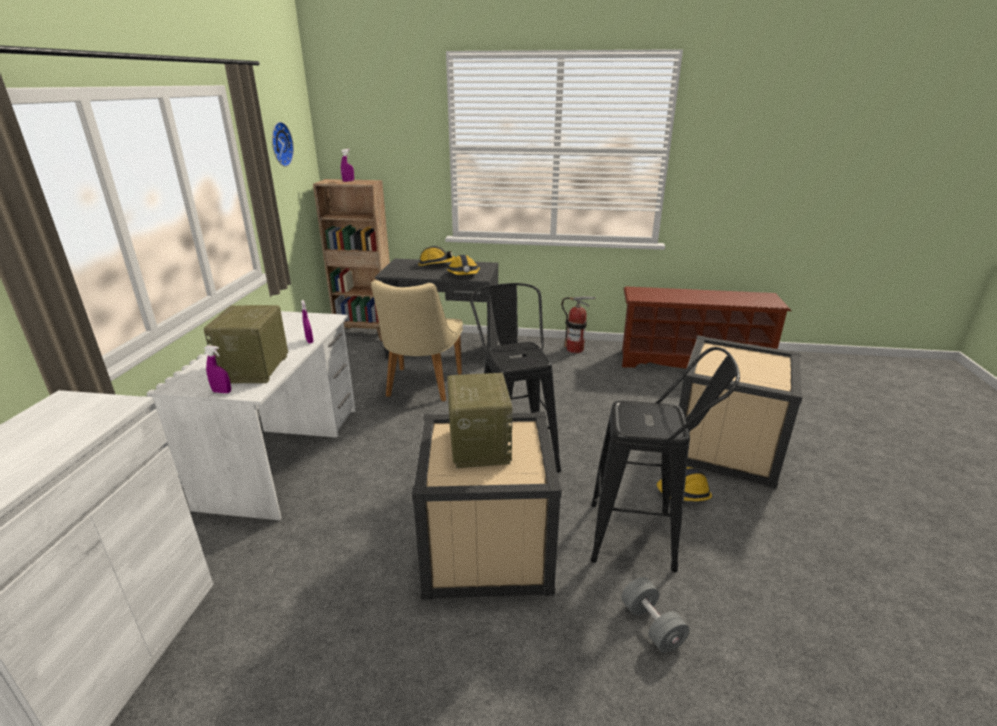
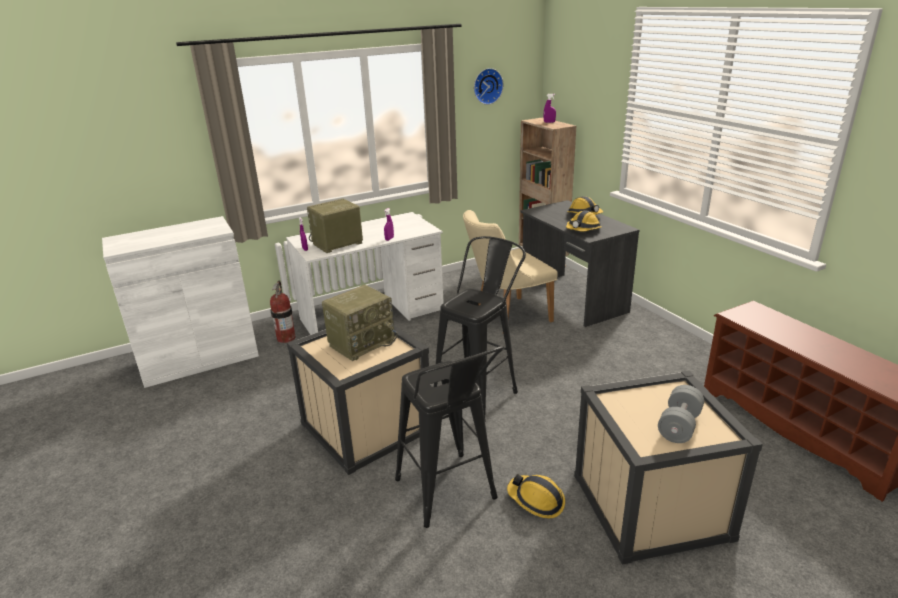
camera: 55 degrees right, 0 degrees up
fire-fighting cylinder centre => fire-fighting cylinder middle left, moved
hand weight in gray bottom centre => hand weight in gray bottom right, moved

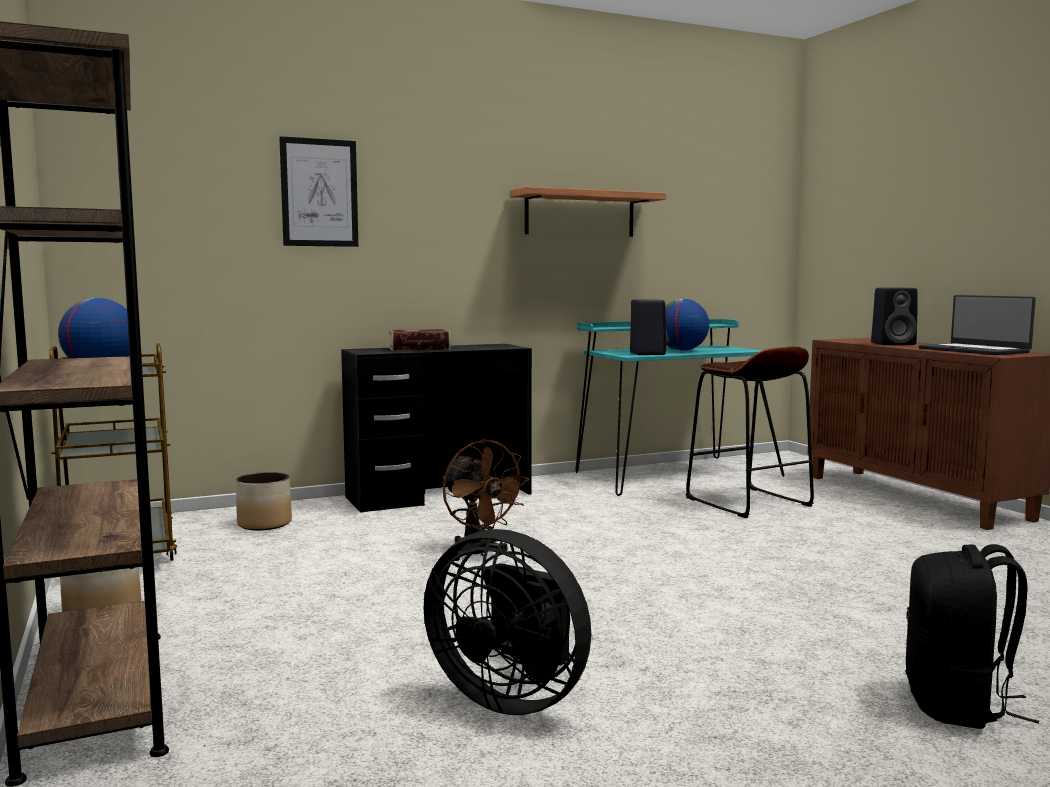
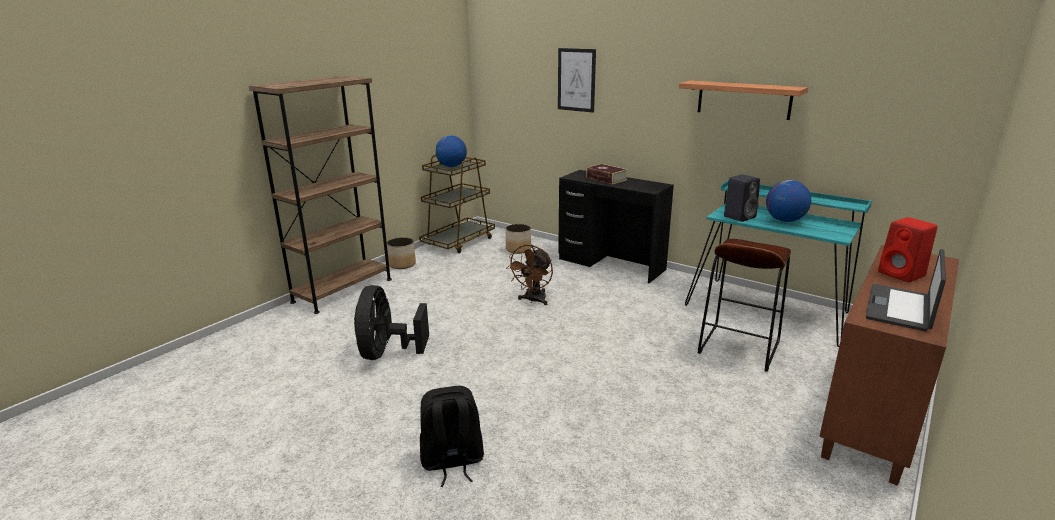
camera: 60 degrees right, 15 degrees up
speaker in blackish (2nd from left) middle right => speaker in red middle right

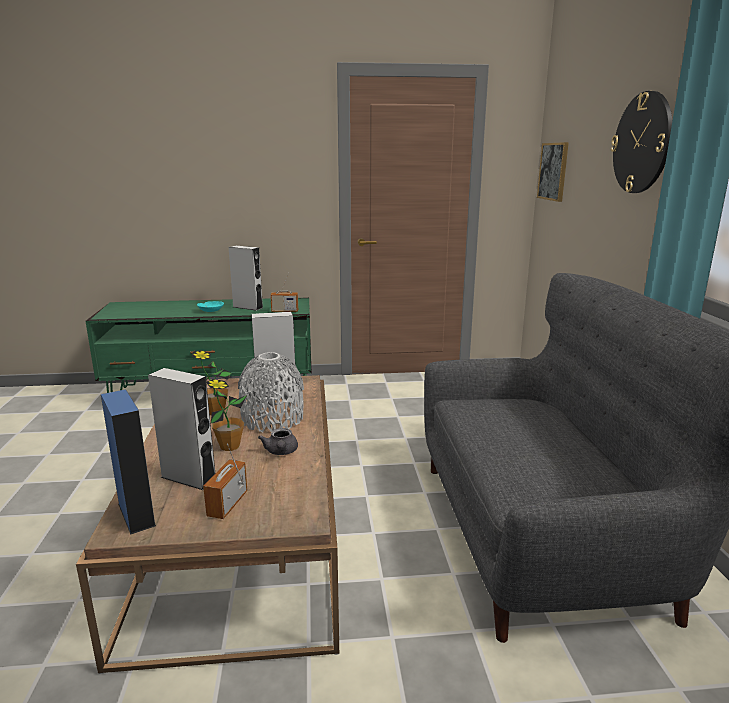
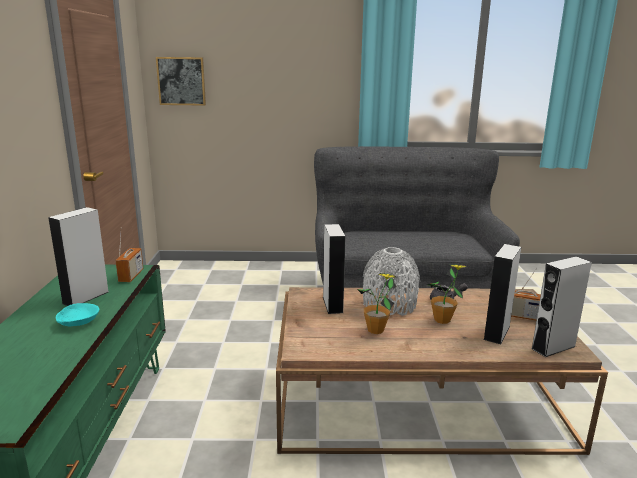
camera: 85 degrees left, 0 degrees up
speaker in blue middle left => speaker in gray (4th from left) middle right
wall clock top right => nothing

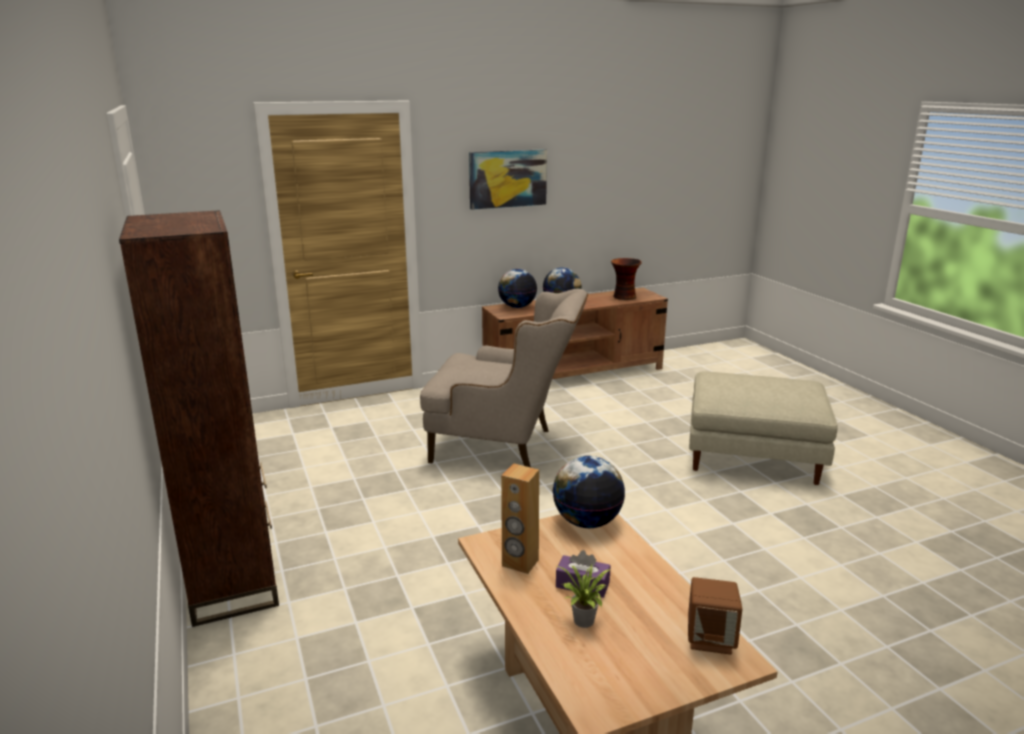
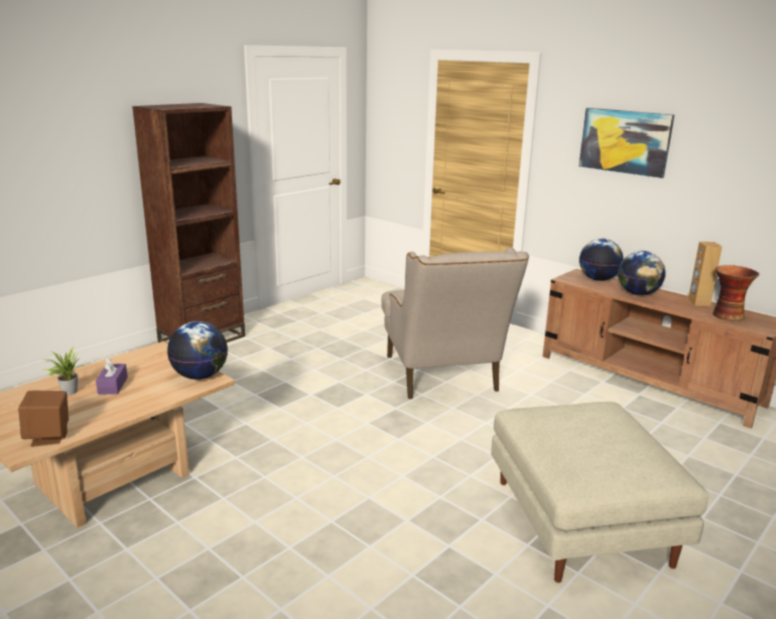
camera: 65 degrees right, 0 degrees up
speaker in brown-coloured (1st from left in the first image) bottom centre => speaker in brown-coloured (2nd from left) middle right, moved

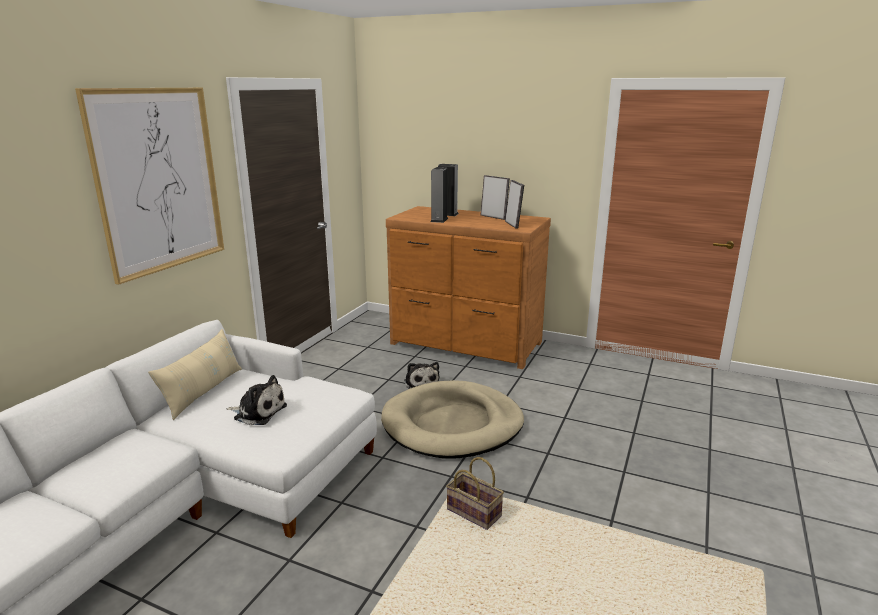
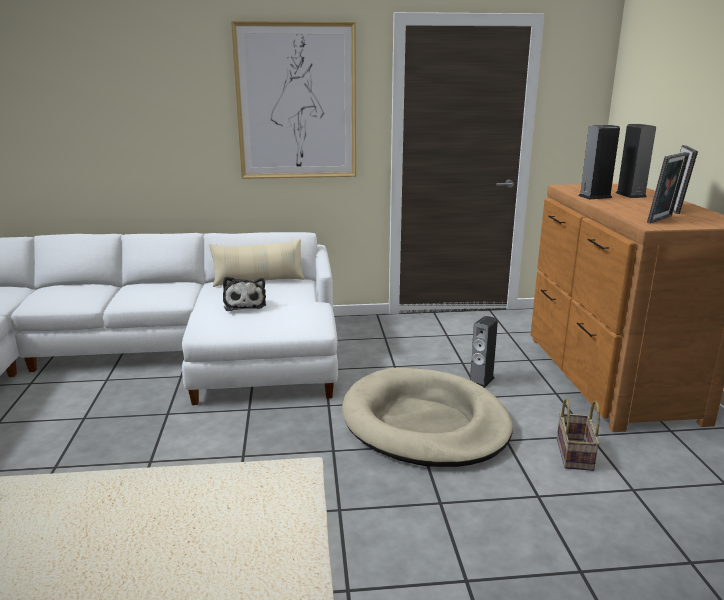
camera: 60 degrees right, 0 degrees up
soft toy (2nd from left) centre => speaker (1st from left) middle right
storage basket bottom centre => storage basket bottom right, moved

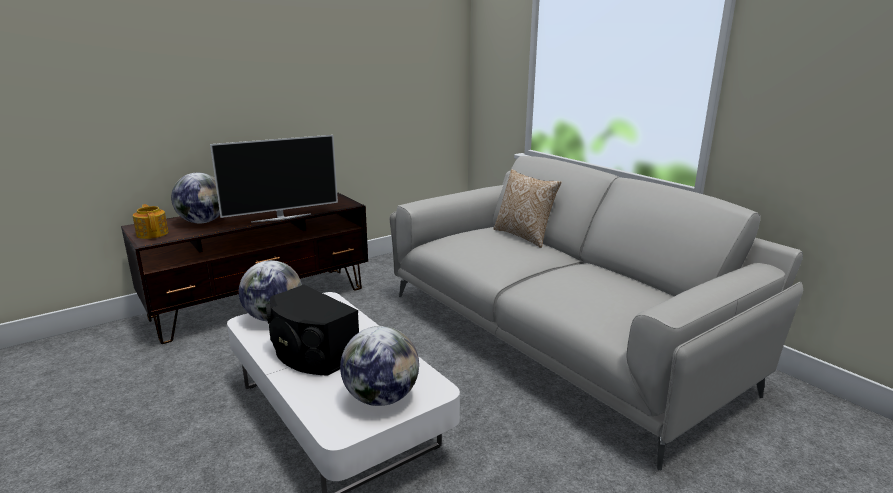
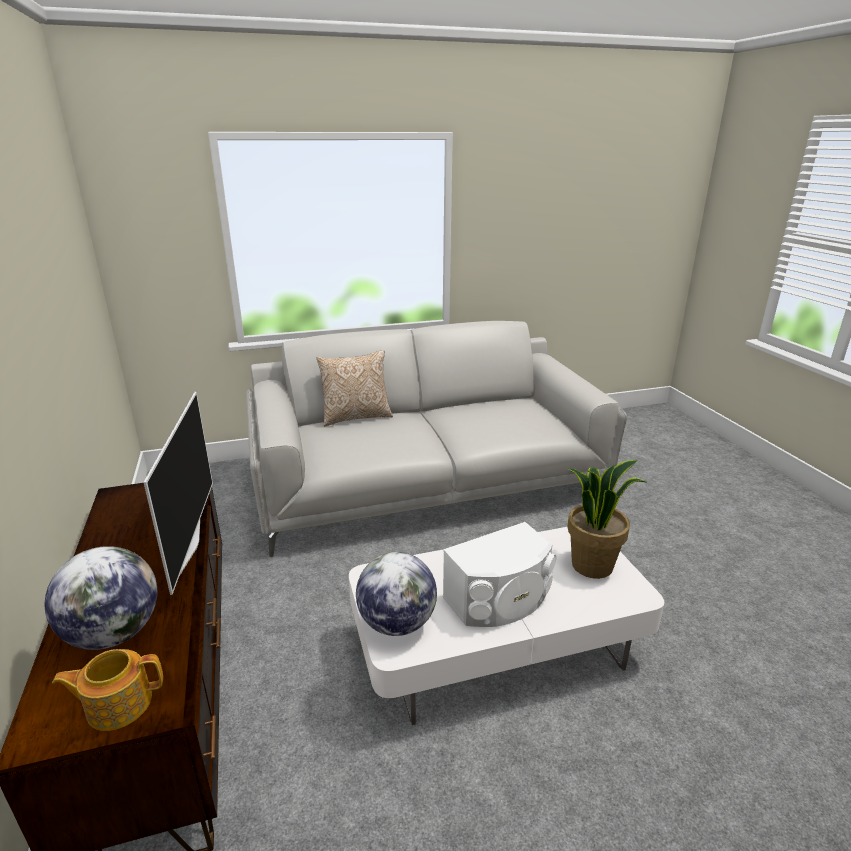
camera: 70 degrees left, 5 degrees up
speaker in blackish bottom centre => speaker in white-coloured bottom centre
globe (3rd from left) bottom centre => houseplant middle right

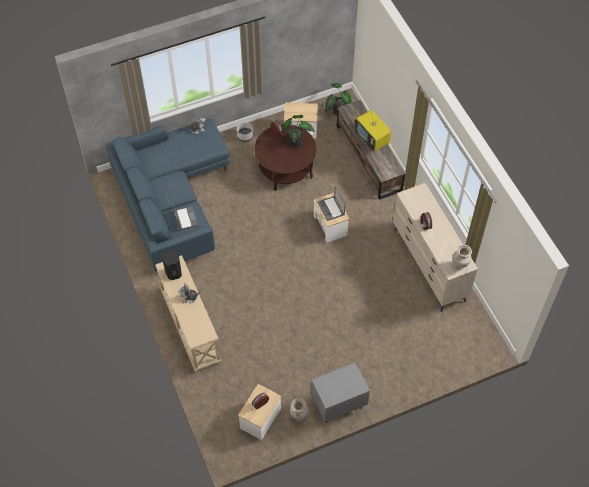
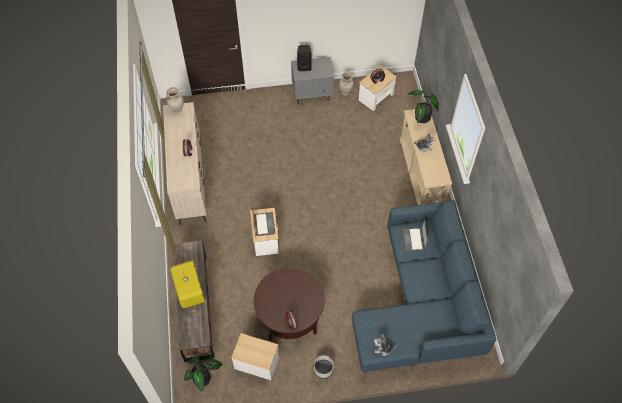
camera: 165 degrees left, 0 degrees up
speaker in blackish middle left => speaker in blackish top centre, moved
houseplant (1st from left in the first image) top centre => houseplant (2nd from left) top right, moved

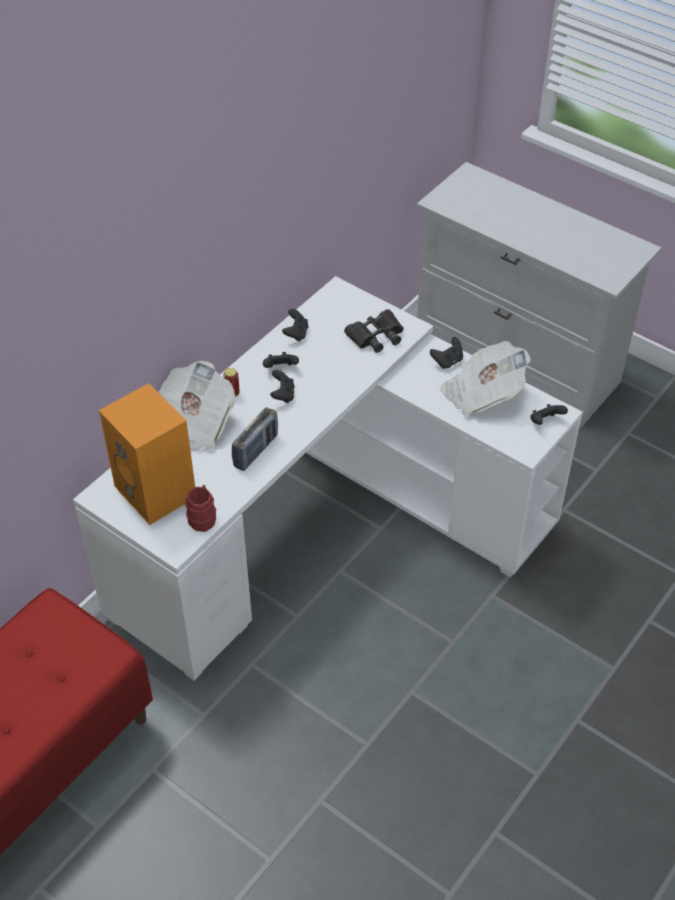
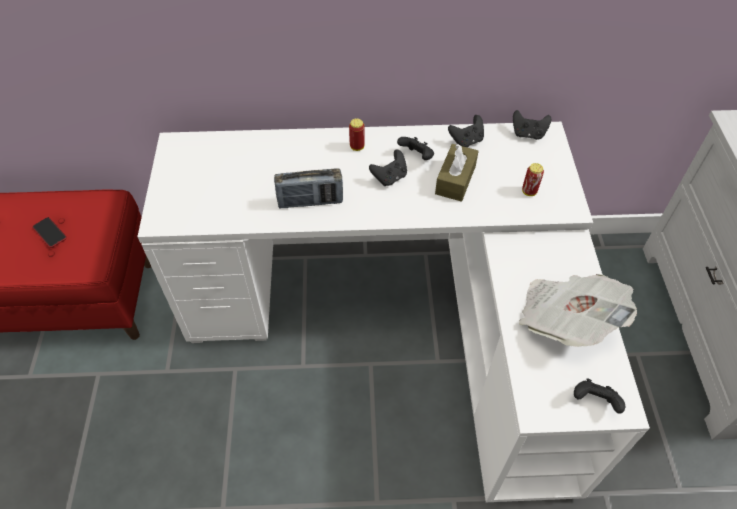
camera: 50 degrees right, 5 degrees up
nothing => handset middle left
nothing => tissue box in brown-coloured centre
game controller in blackish (4th from left) centre => game controller in blackish (4th from left) top right, moved
field glasses in blackish centre => metal can (2nd from left) middle right
speaker in orange middle left => nothing
newspaper (1st from left) middle left => nothing
tea mug in red middle left => nothing

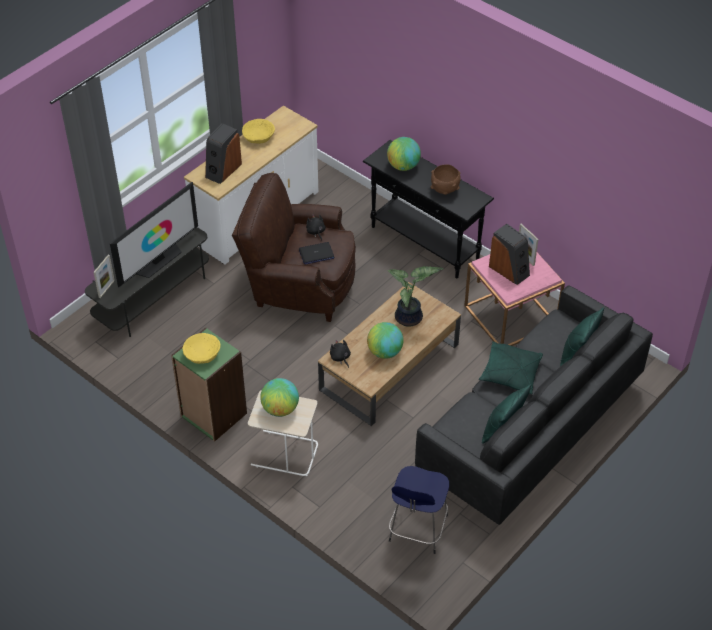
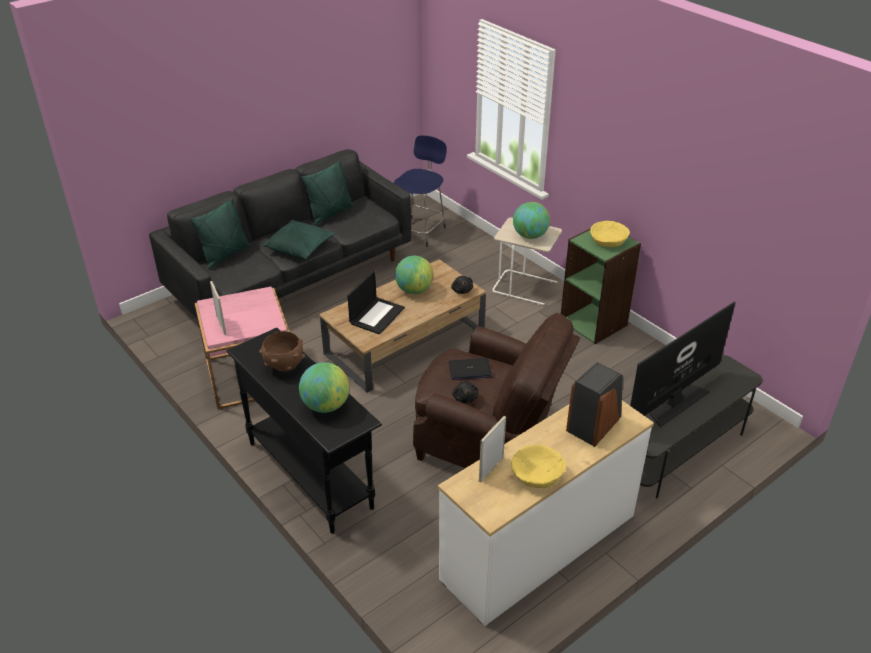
camera: 170 degrees left, 10 degrees down
houseplant centre => notebook computer (1st from left) centre
picture frame (1st from left in the first image) middle left => picture frame (2nd from left) bottom centre, moved
speaker (2nd from left) middle right => nothing

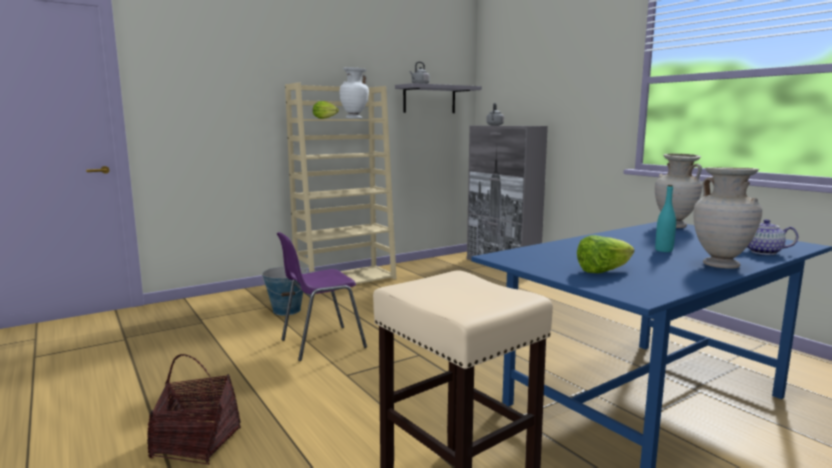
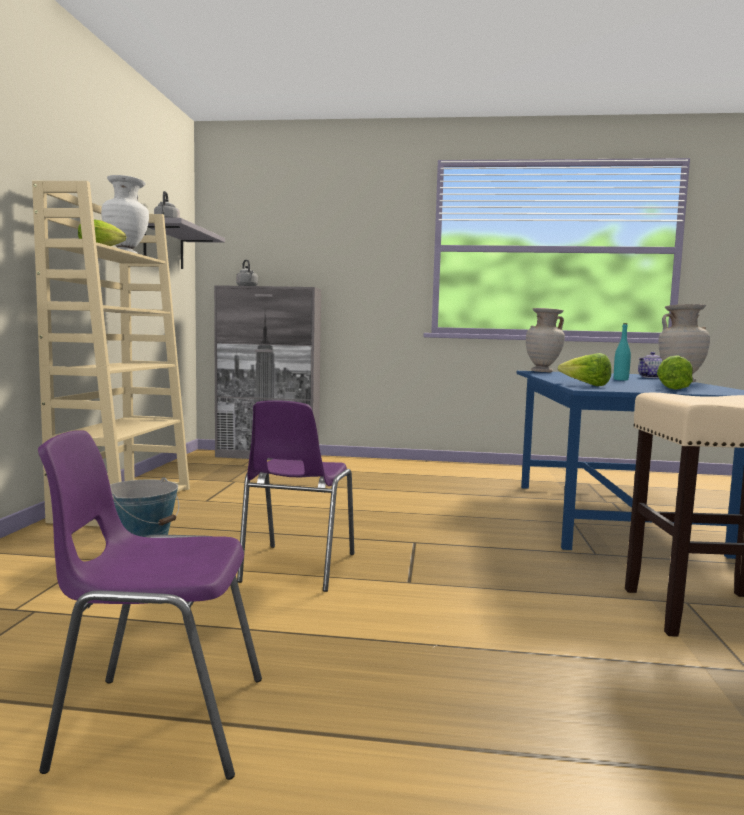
camera: 50 degrees left, 5 degrees down
nothing => plain chair in purplish (1st from left) bottom left
nothing => lettuce (2nd from left) middle right
storage basket bottom left => nothing

